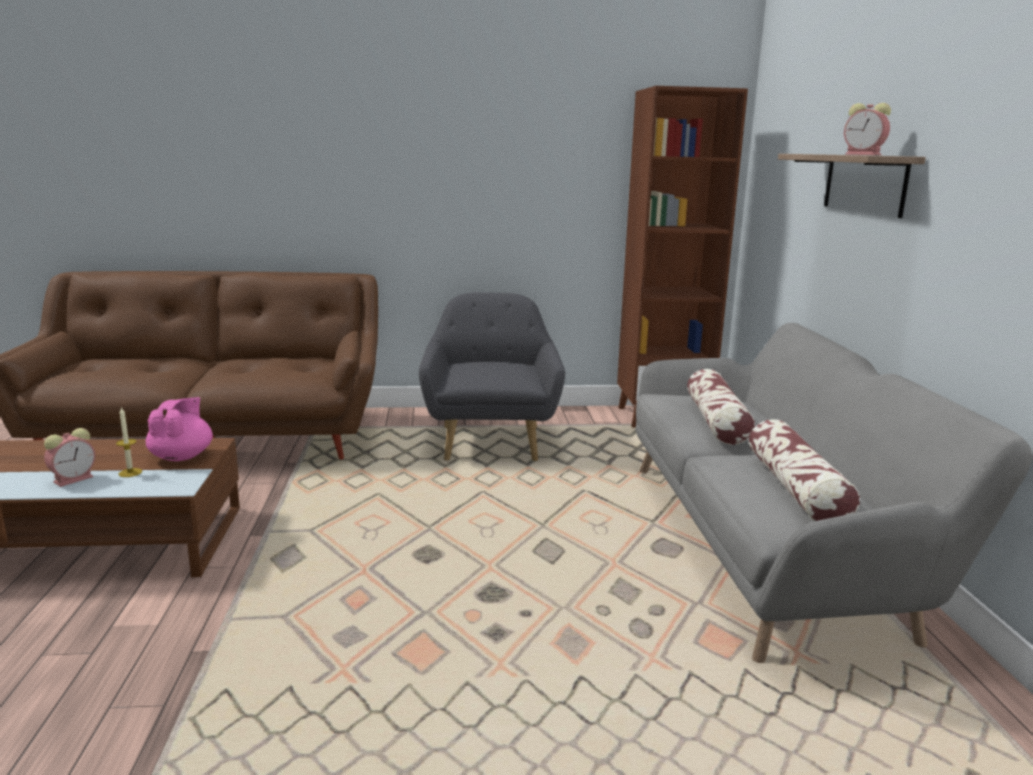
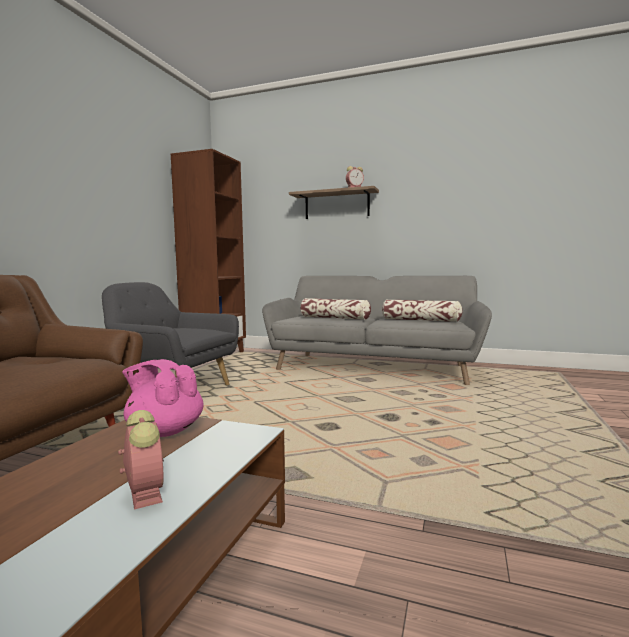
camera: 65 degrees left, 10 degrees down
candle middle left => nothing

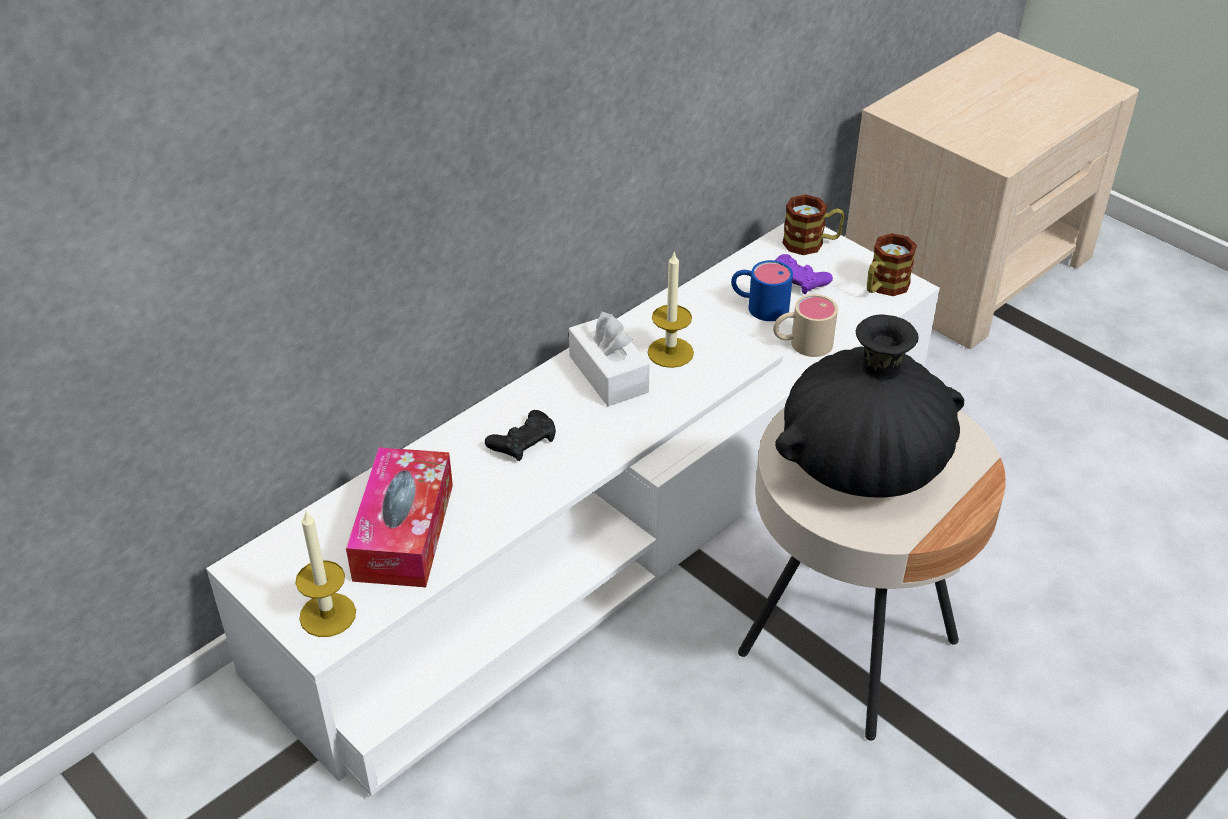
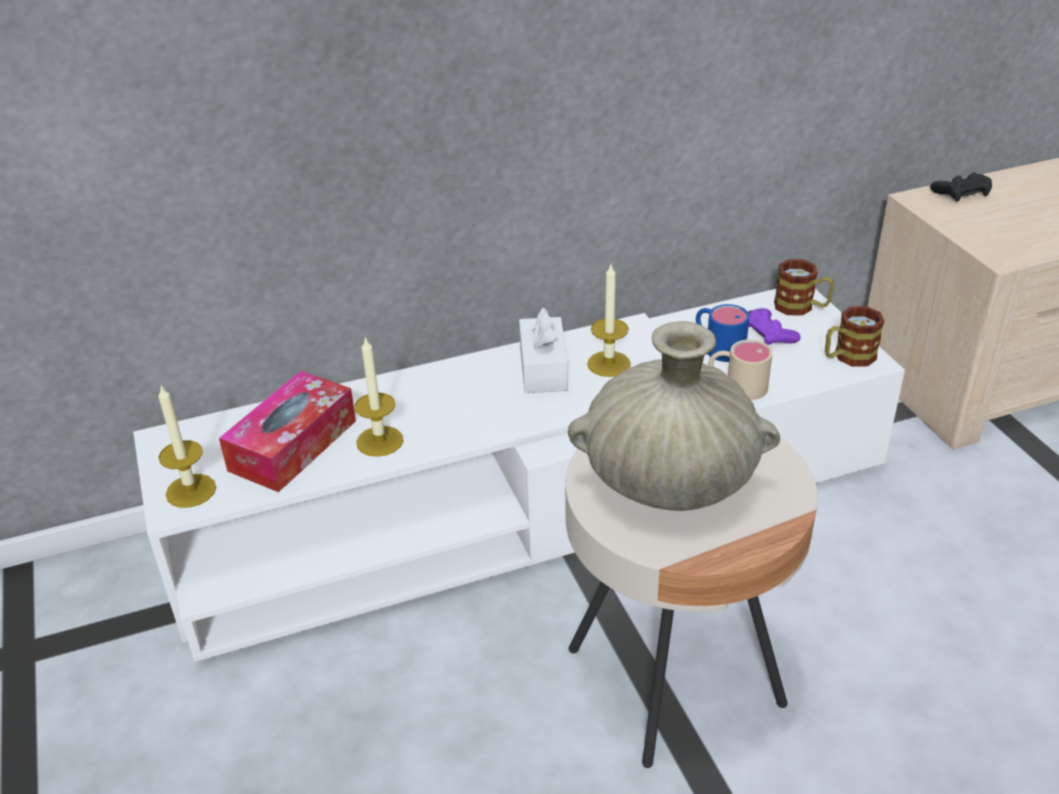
camera: 25 degrees right, 5 degrees down
nothing => candle (2nd from left) centre
flower vase in blackish middle right => flower vase in beige-coloured centre
game controller in blackish centre => game controller in blackish top right, moved

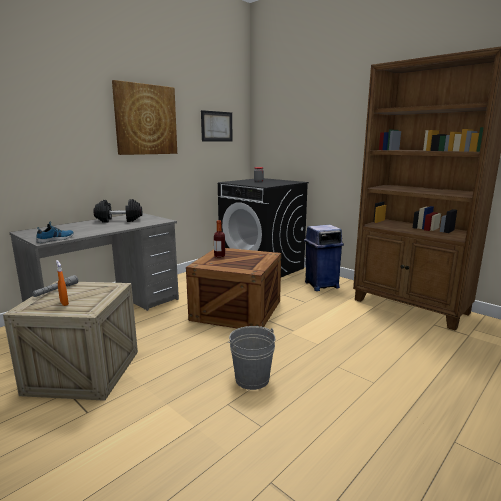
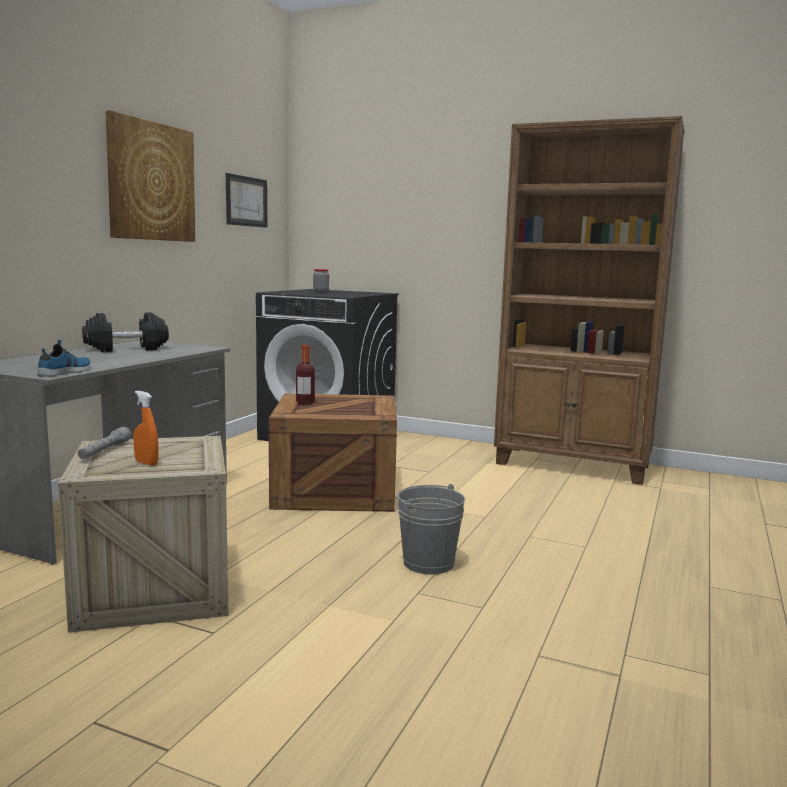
camera: 20 degrees left, 5 degrees down
waste bin in blue centre => nothing

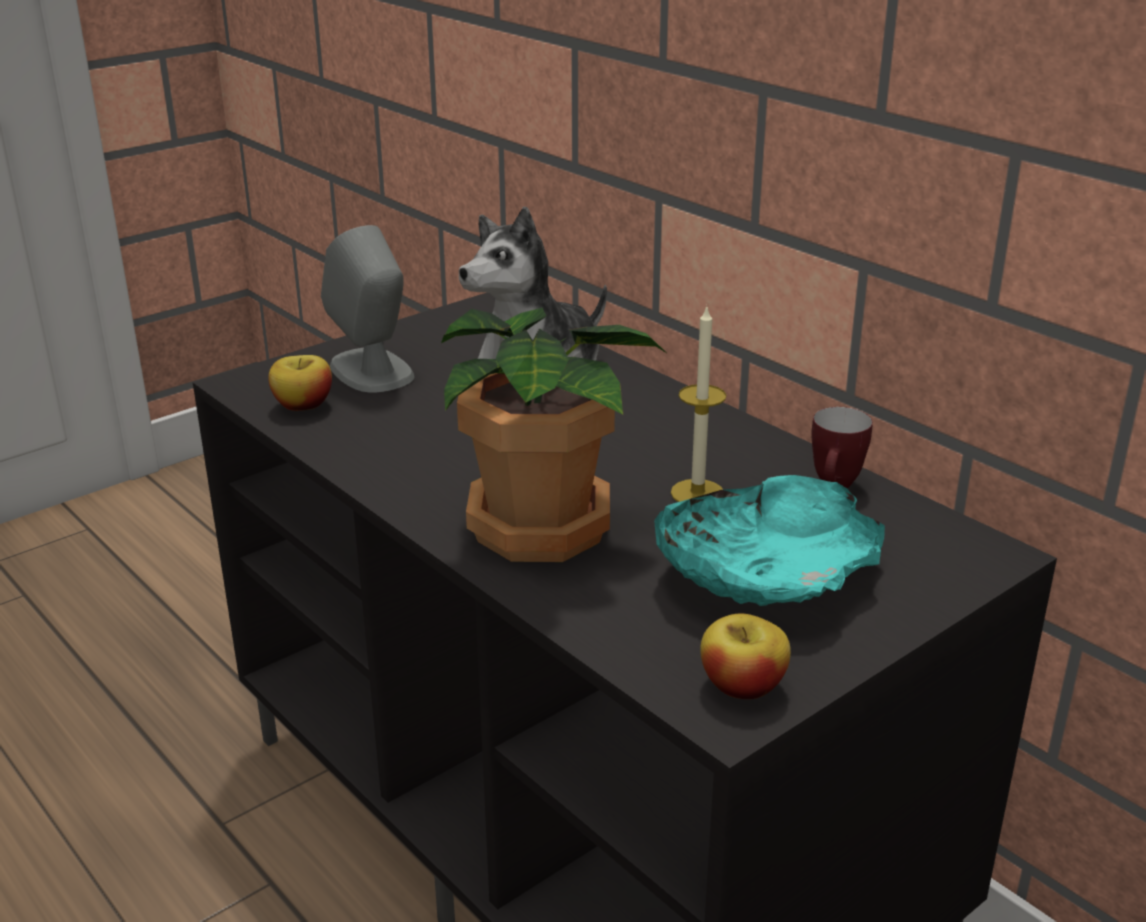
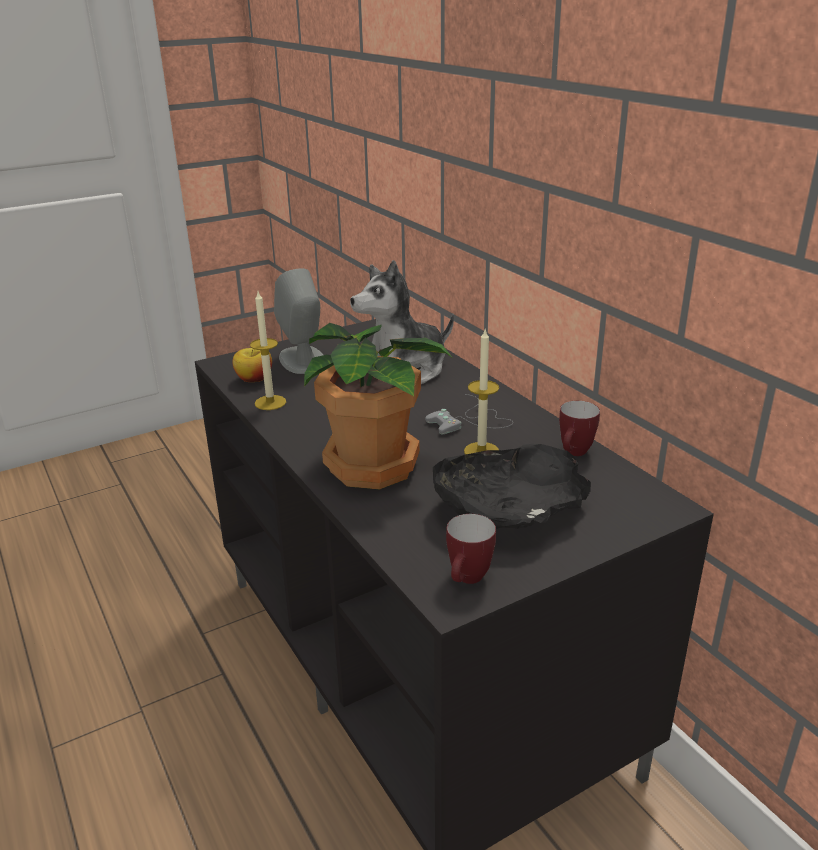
camera: 10 degrees right, 0 degrees up
nothing => candle (1st from left) middle left
nothing => game controller in gray centre
serving bowl in turquoise middle right => serving bowl in blackish centre
apple (2nd from left) bottom centre => tea mug (1st from left) centre

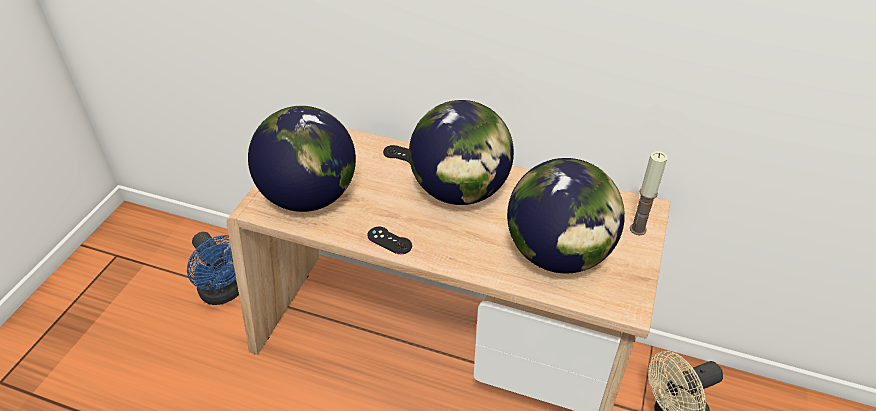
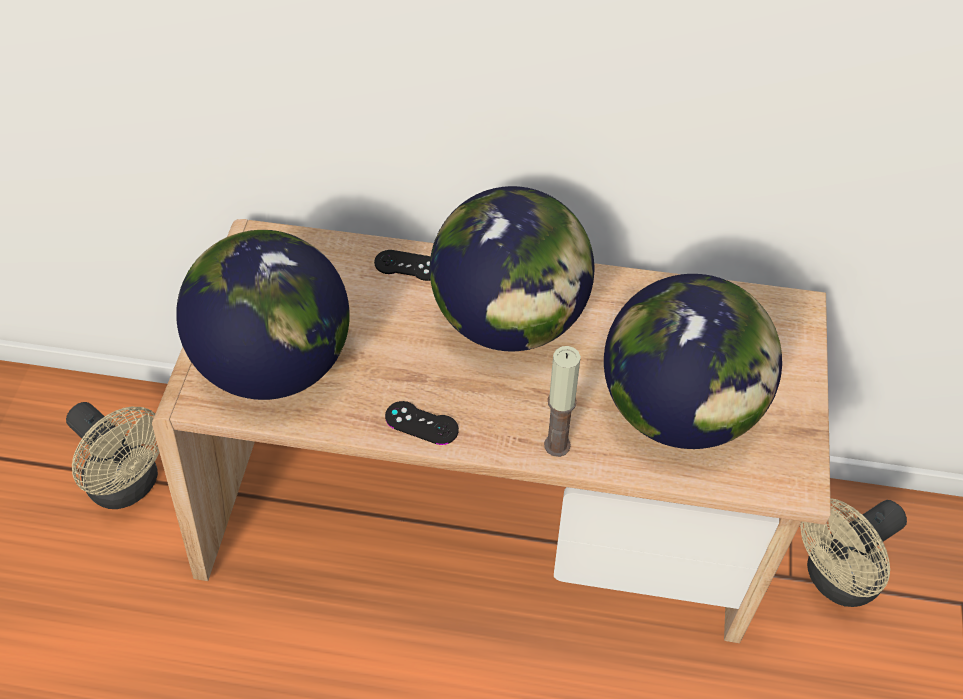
camera: 10 degrees left, 10 degrees up
electric fan in blue middle left => electric fan in beige-coloured (1st from left) middle left
candle middle right => candle centre, moved

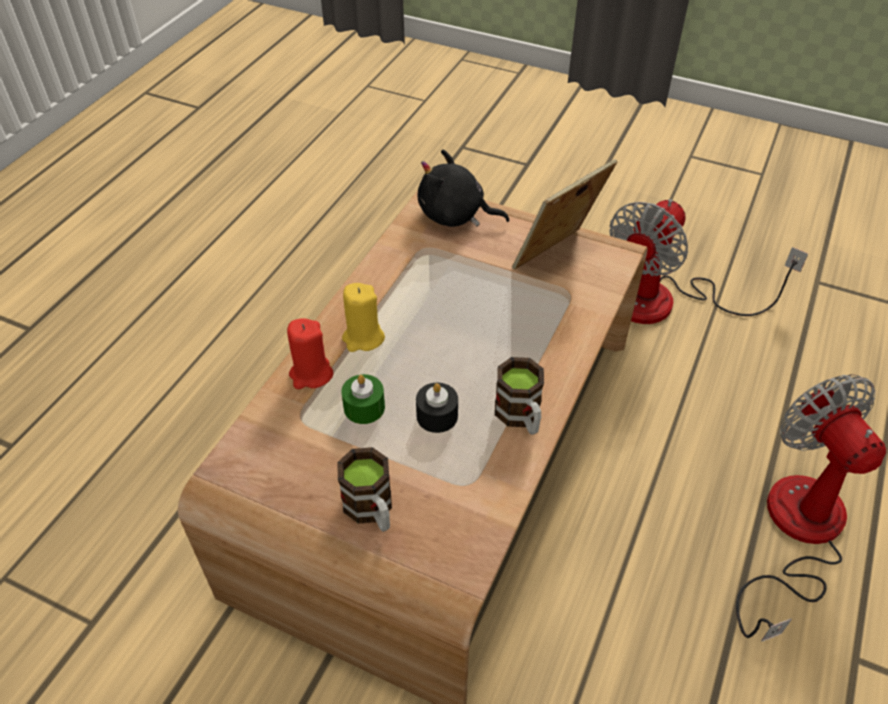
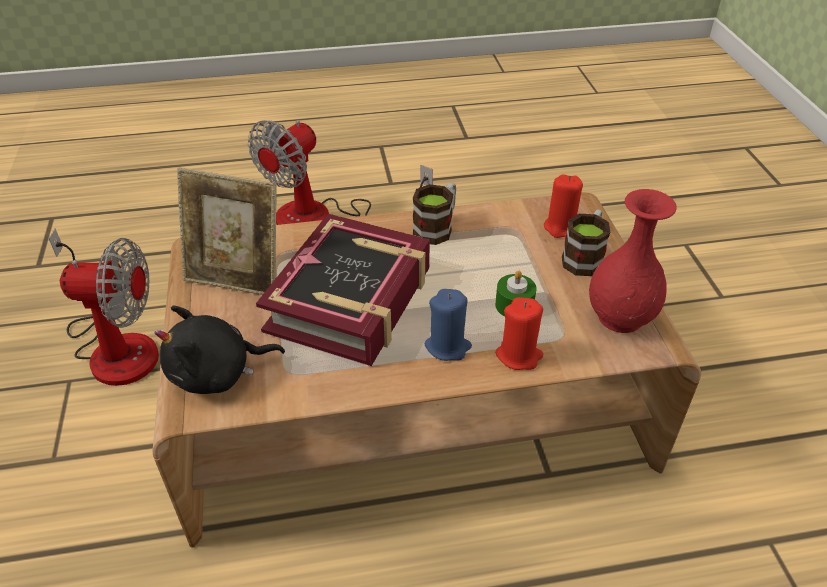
camera: 125 degrees left, 5 degrees down
soft toy in blackish top centre => soft toy in blackish middle left, 90 degrees clockwise
nothing => bound book centre
candle in yellow centre => candle in blue centre
nothing => candle in red (2nd from left) middle right
nothing => flower vase in red middle right
candle in blackish centre => nothing

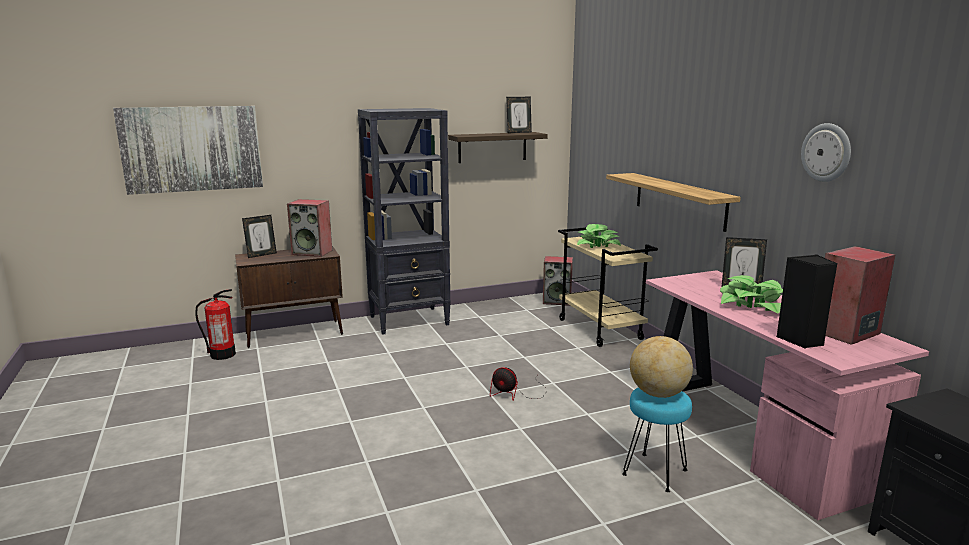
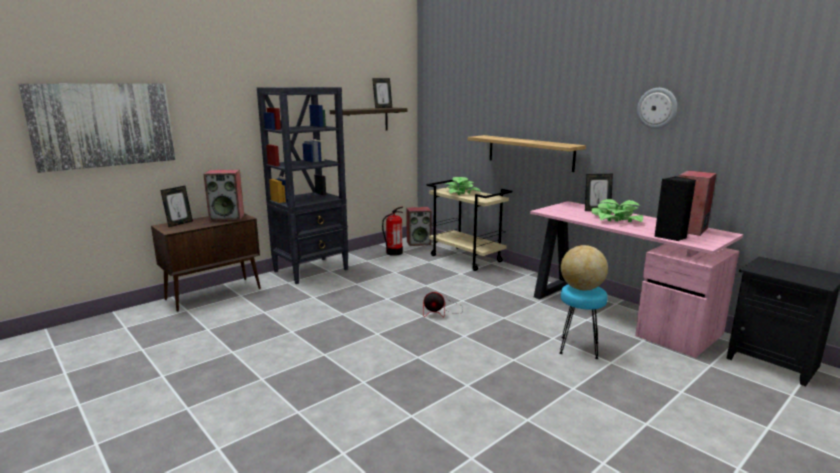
camera: 20 degrees left, 0 degrees up
fire-fighting cylinder middle left => fire-fighting cylinder centre, moved

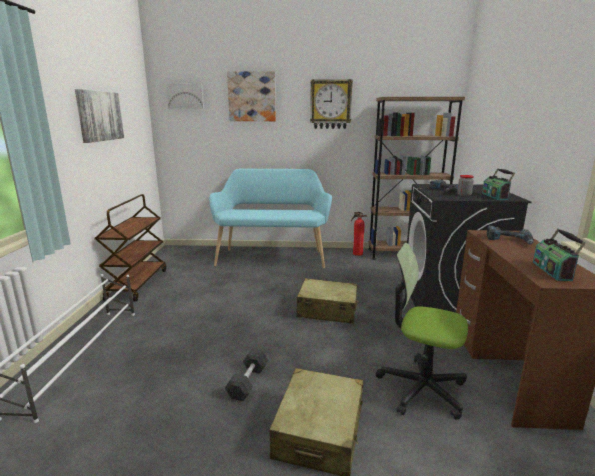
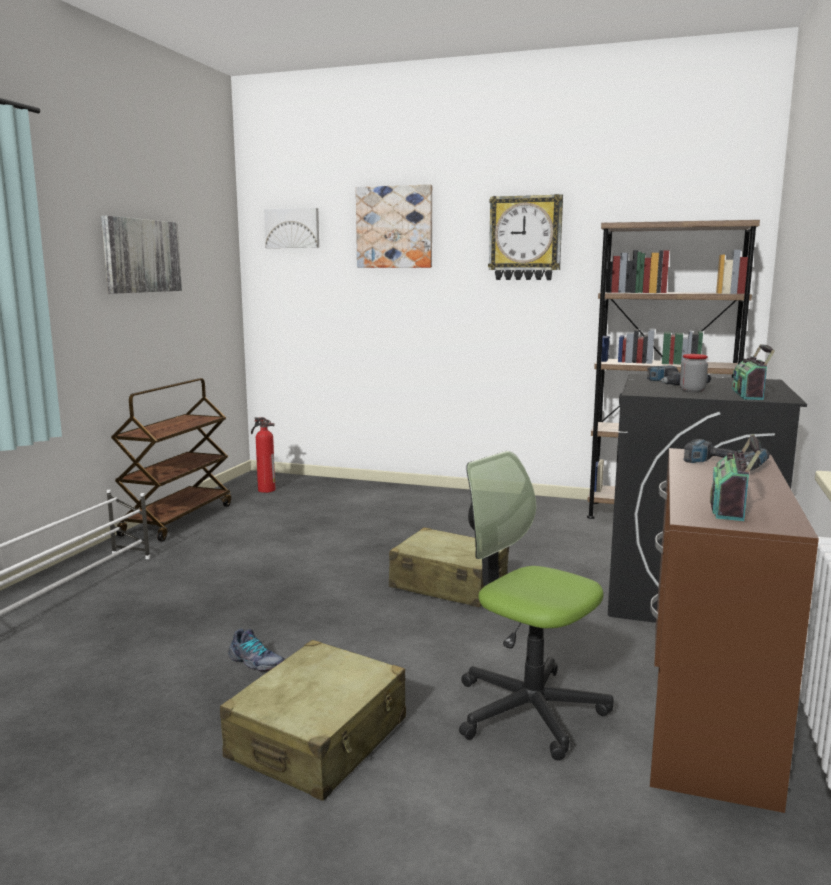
camera: 15 degrees right, 5 degrees down
hand weight in gray bottom centre => item of footwear bottom left
fire-fighting cylinder centre => fire-fighting cylinder middle left, moved
bench in turquoise centre => nothing

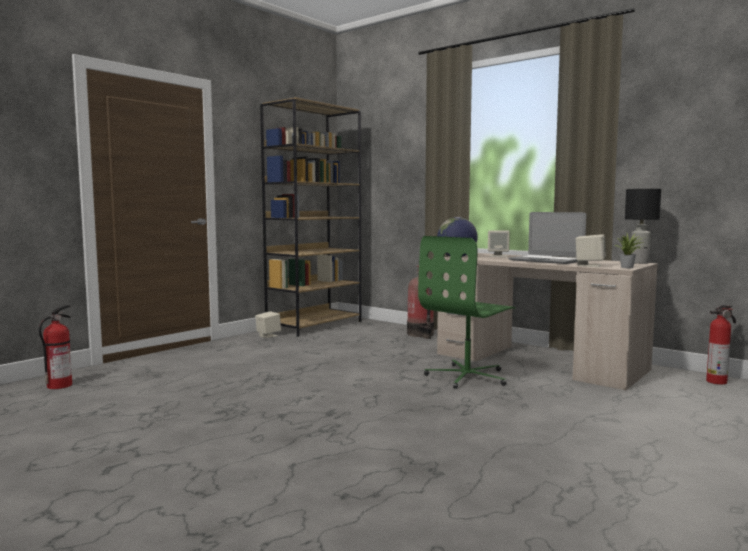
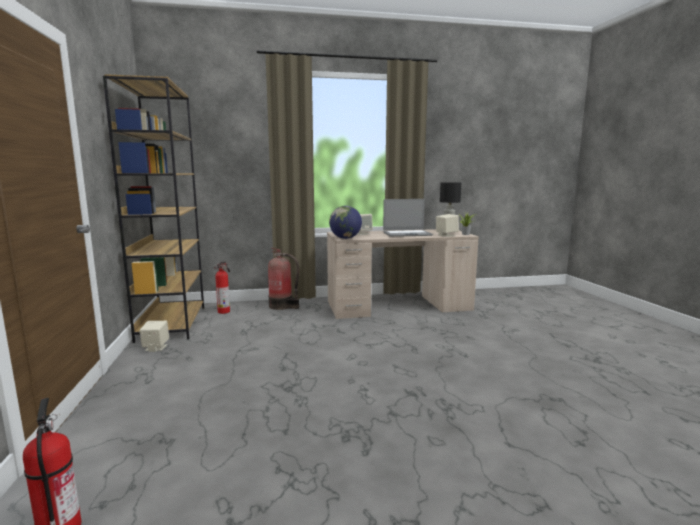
camera: 50 degrees left, 5 degrees up
fire-fighting cylinder (3rd from left in the first image) middle right => fire-fighting cylinder (2nd from left) middle left, moved
desk chair in green-coloured centre => nothing

